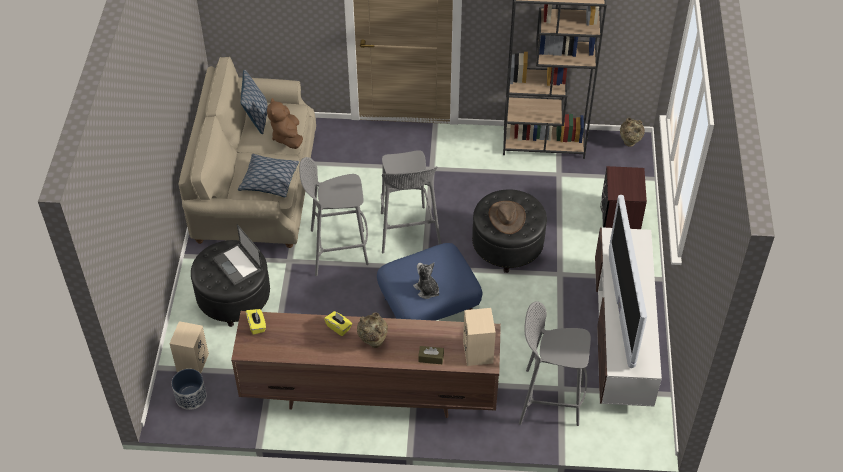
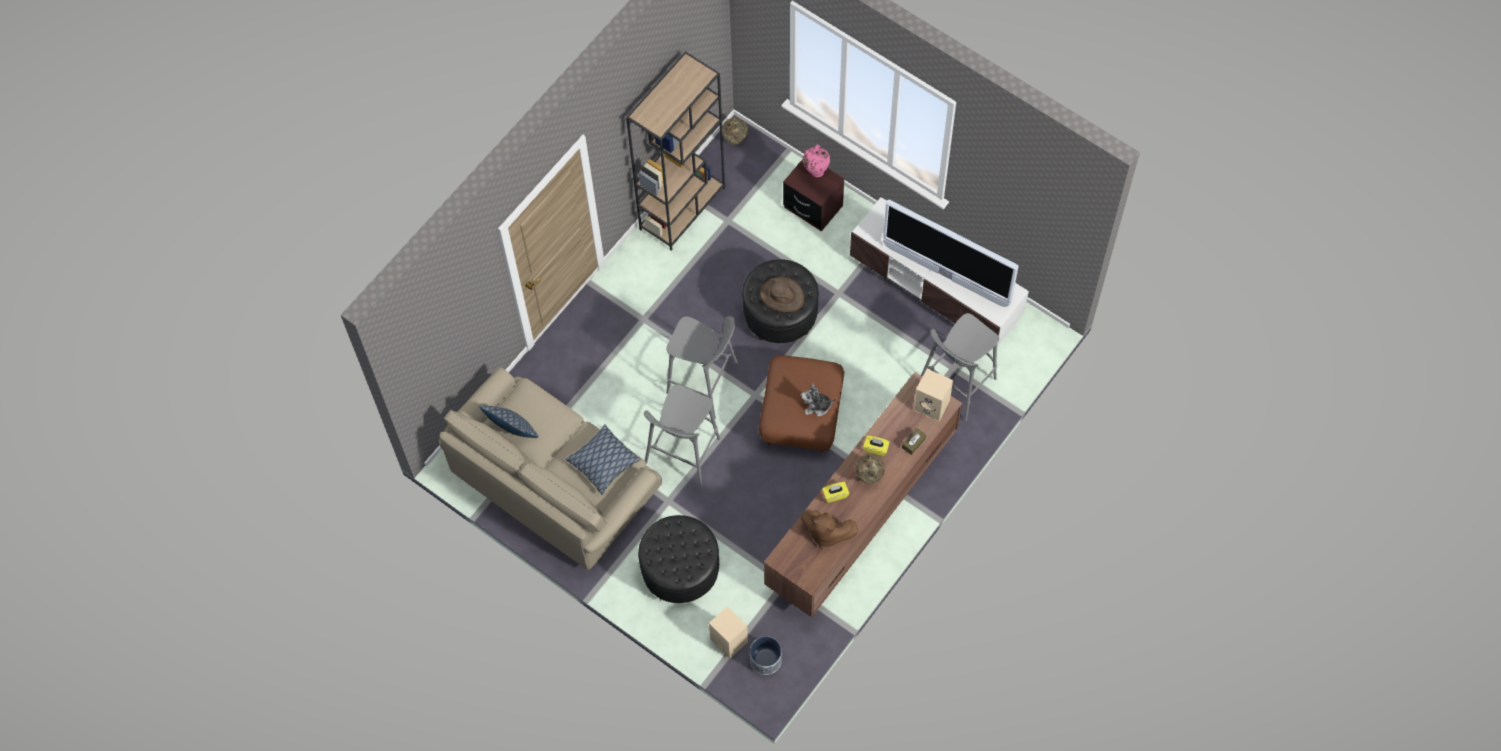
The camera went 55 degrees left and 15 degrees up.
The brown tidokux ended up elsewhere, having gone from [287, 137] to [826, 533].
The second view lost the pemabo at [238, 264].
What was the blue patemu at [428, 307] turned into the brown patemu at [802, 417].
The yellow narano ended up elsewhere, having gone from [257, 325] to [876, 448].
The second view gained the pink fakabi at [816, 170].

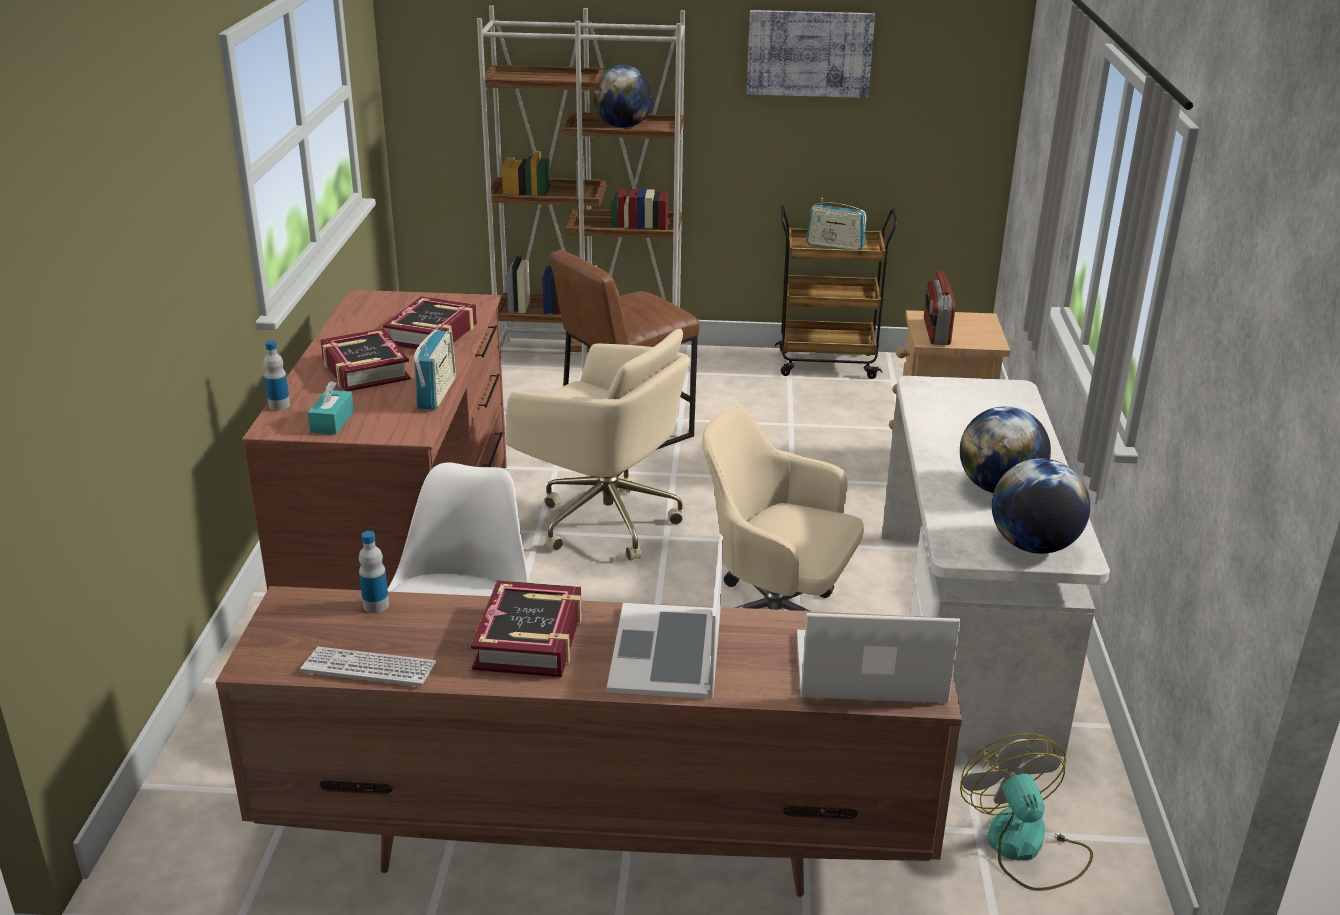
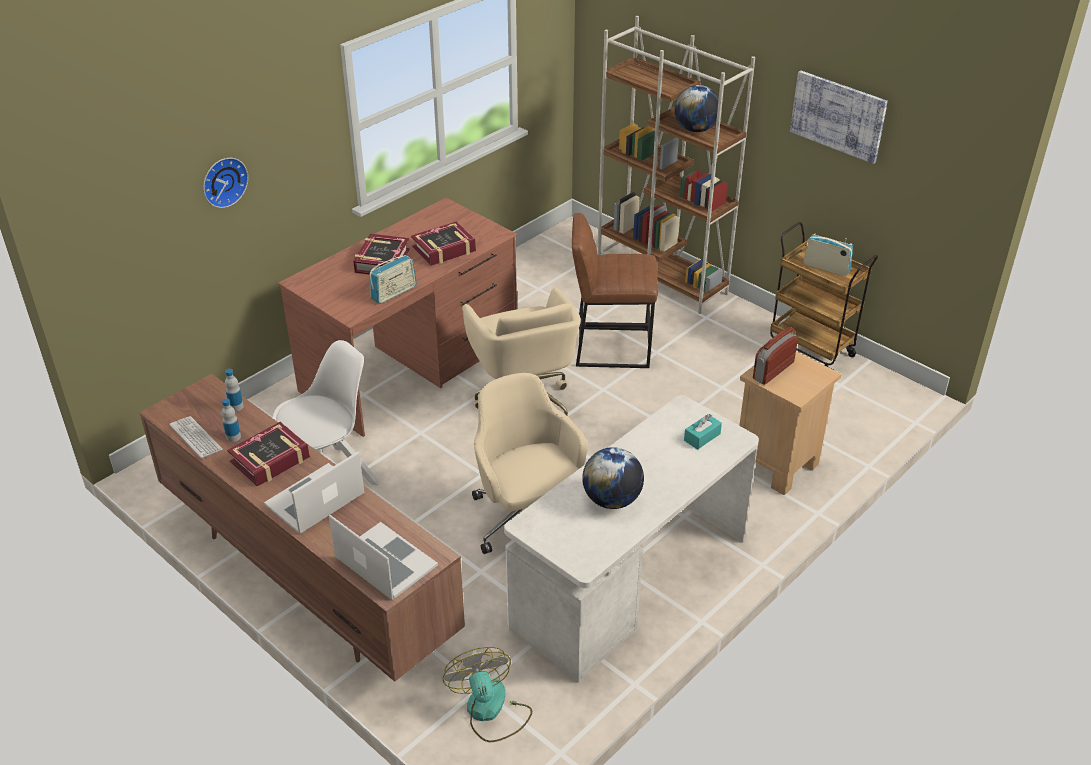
The camera went 40 degrees right and 10 degrees up.
The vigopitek at [835, 246] ended up facing another way, 150 degrees clockwise from before.
The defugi ended up elsewhere, having gone from [279, 405] to [233, 437].
The turquoise narano ended up elsewhere, having gone from [332, 421] to [702, 437].
The second view lost the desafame at [1034, 546].
The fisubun at [1025, 847] ended up facing another way, 45 degrees counterclockwise from before.
The second view gained the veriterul at [223, 181].

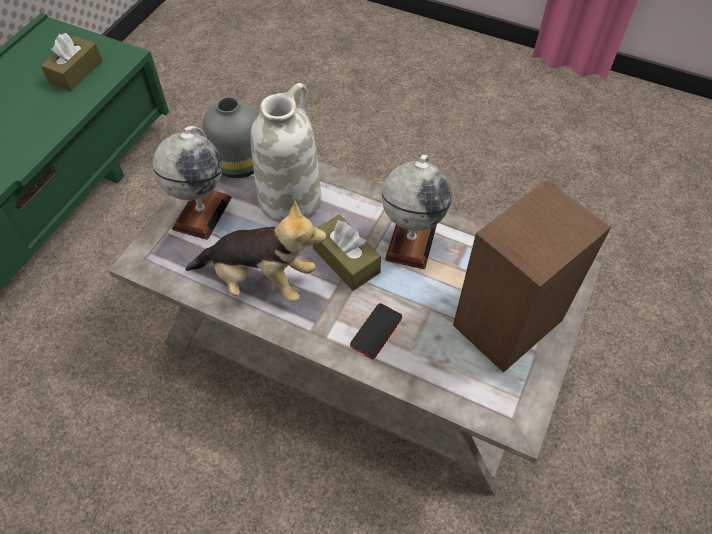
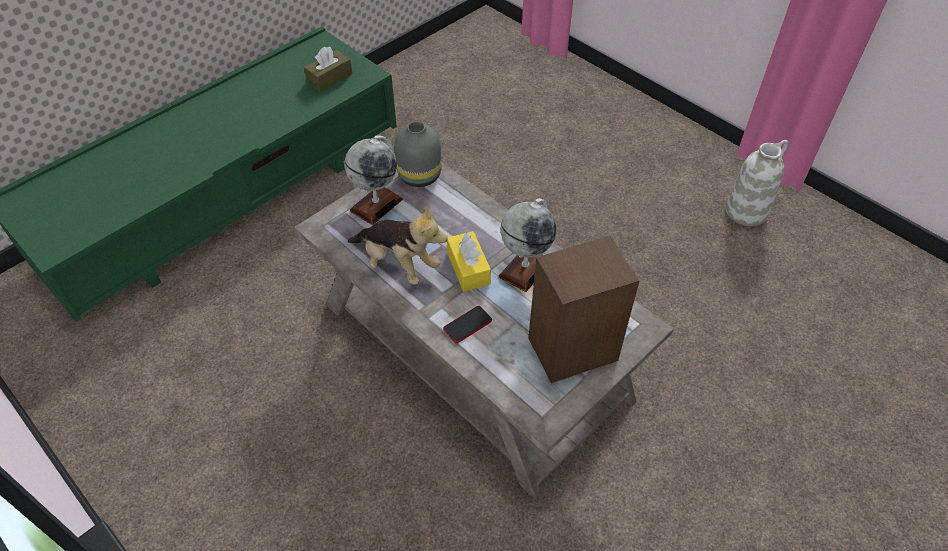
The camera went 20 degrees right and 5 degrees down.
The white fakabi ended up elsewhere, having gone from [290, 198] to [746, 211].
What was the brown narano at [346, 260] turned into the yellow narano at [468, 268].

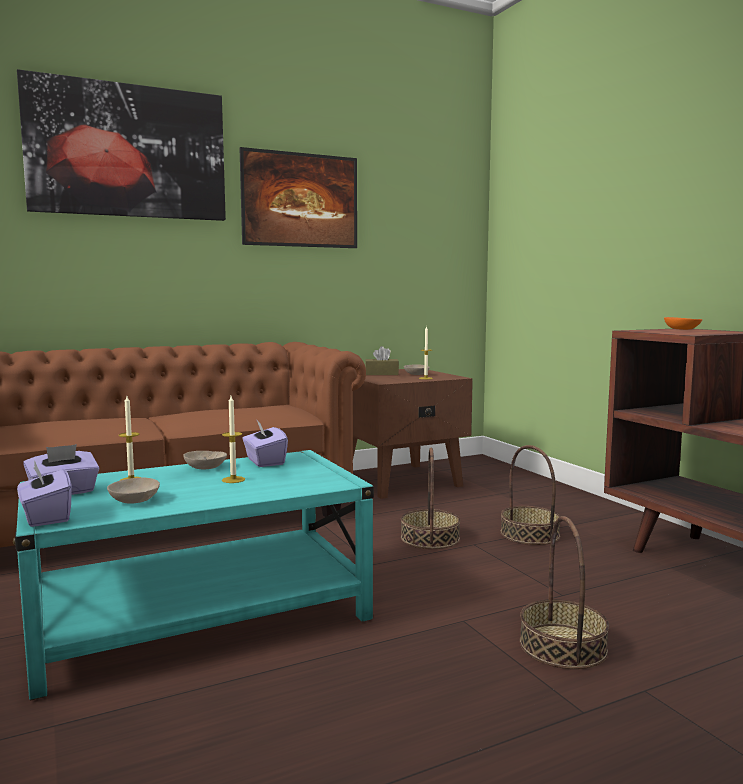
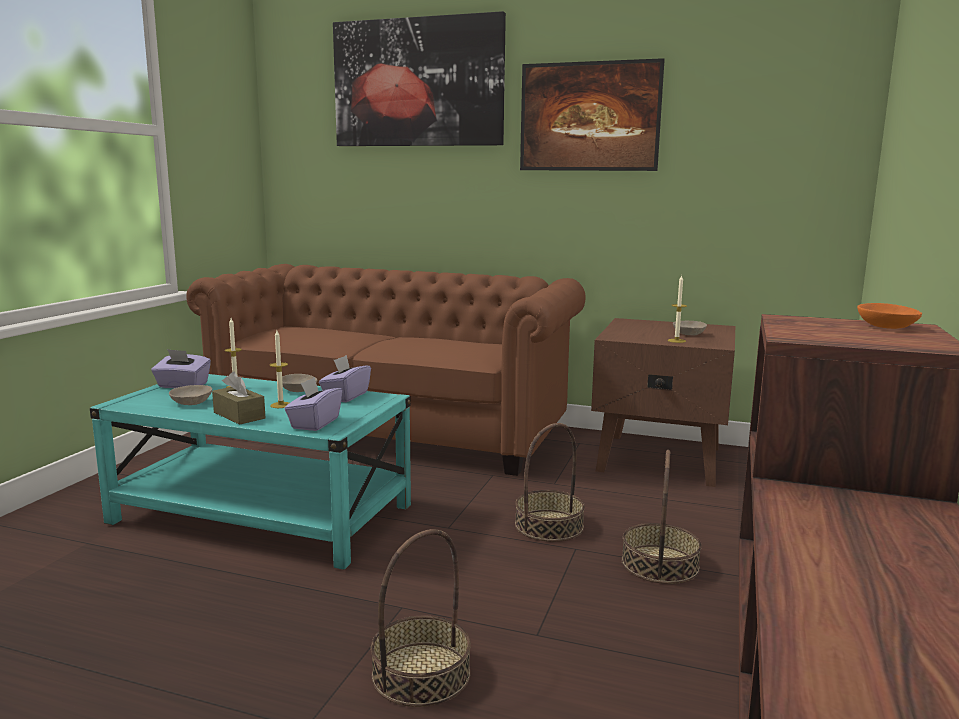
The camera went 45 degrees right and 5 degrees up.
The brown narano ended up elsewhere, having gone from [381, 374] to [239, 415].
The purple narano ended up elsewhere, having gone from [46, 517] to [314, 423].

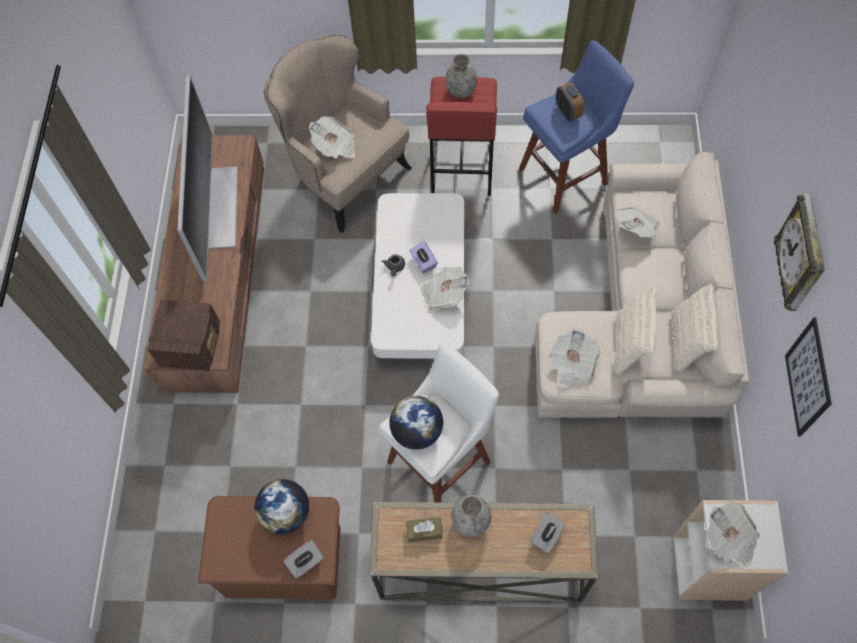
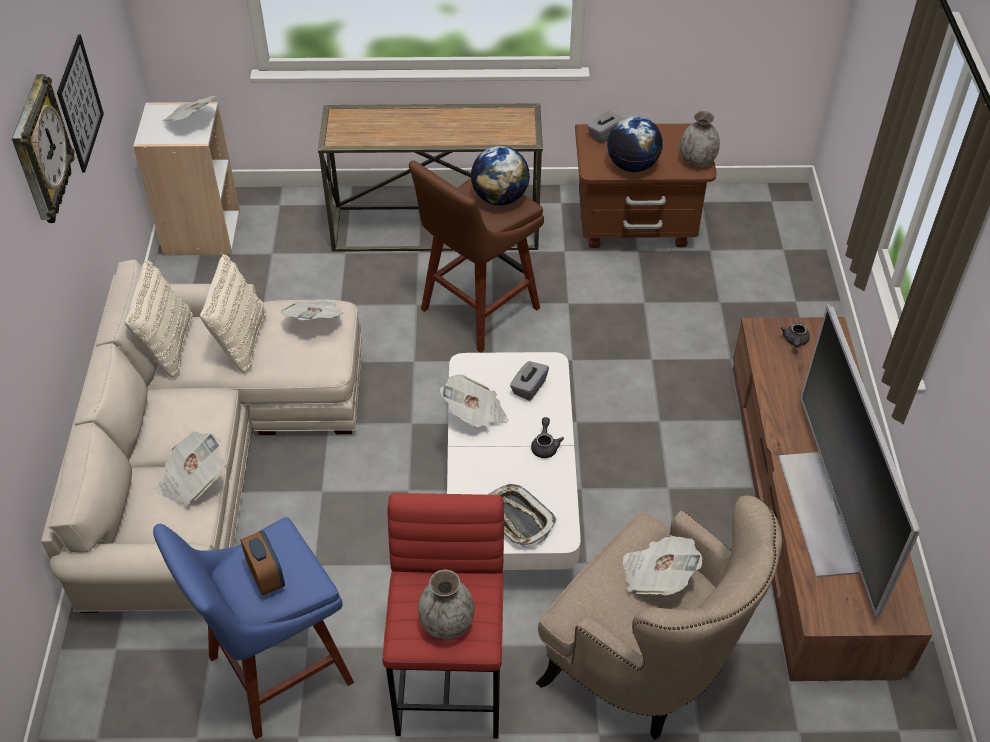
The camera went 175 degrees right and 15 degrees down.
The second view lost the purple narano at [423, 262].
Where the vigopitek stood at [191, 344], the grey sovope came to stand at [795, 341].
What was the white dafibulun at [441, 460] turned into the brown dafibulun at [477, 310].
The grey fakabi ended up elsewhere, having gone from [471, 521] to [696, 161].
The grey narano ended up elsewhere, having gone from [546, 536] to [528, 387].
The second view lost the brown narano at [424, 531].
The second view gained the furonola at [516, 519].

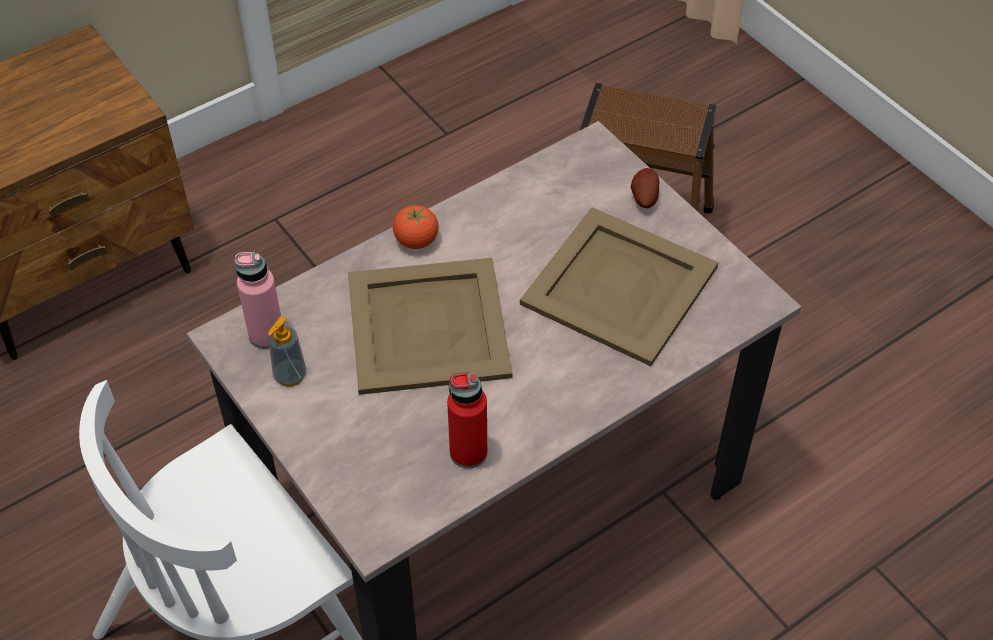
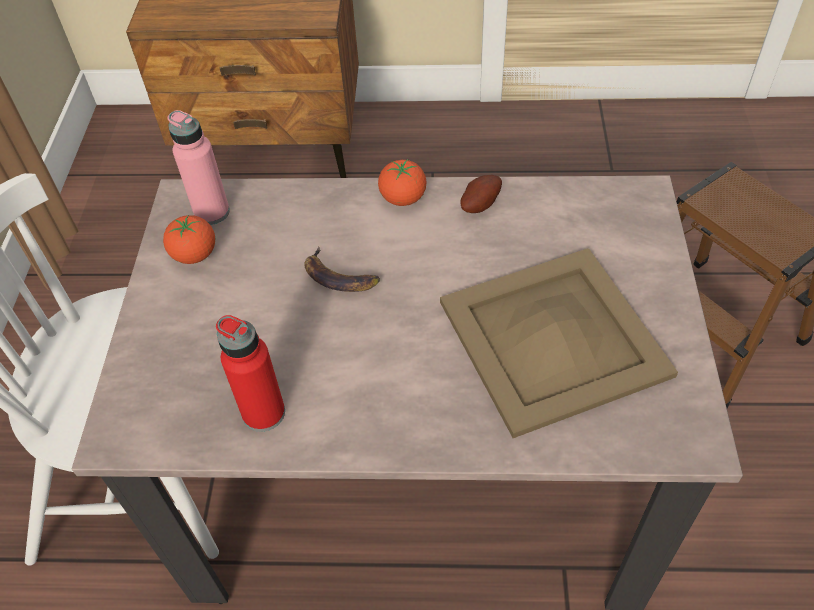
The camera went 40 degrees right and 0 degrees up.
The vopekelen ended up elsewhere, having gone from [643, 197] to [479, 204].
Where the beige furonola stood at [426, 327], the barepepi came to stand at [339, 276].
Where the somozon stood at [290, 376], the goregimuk came to stand at [195, 255].

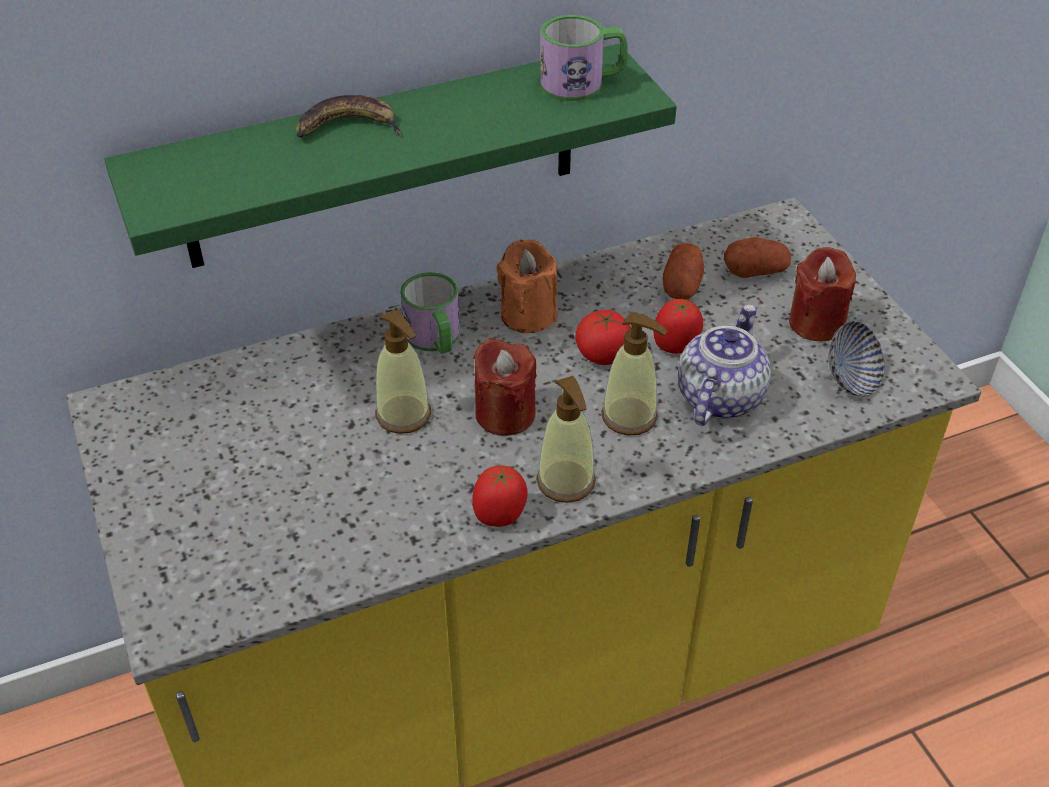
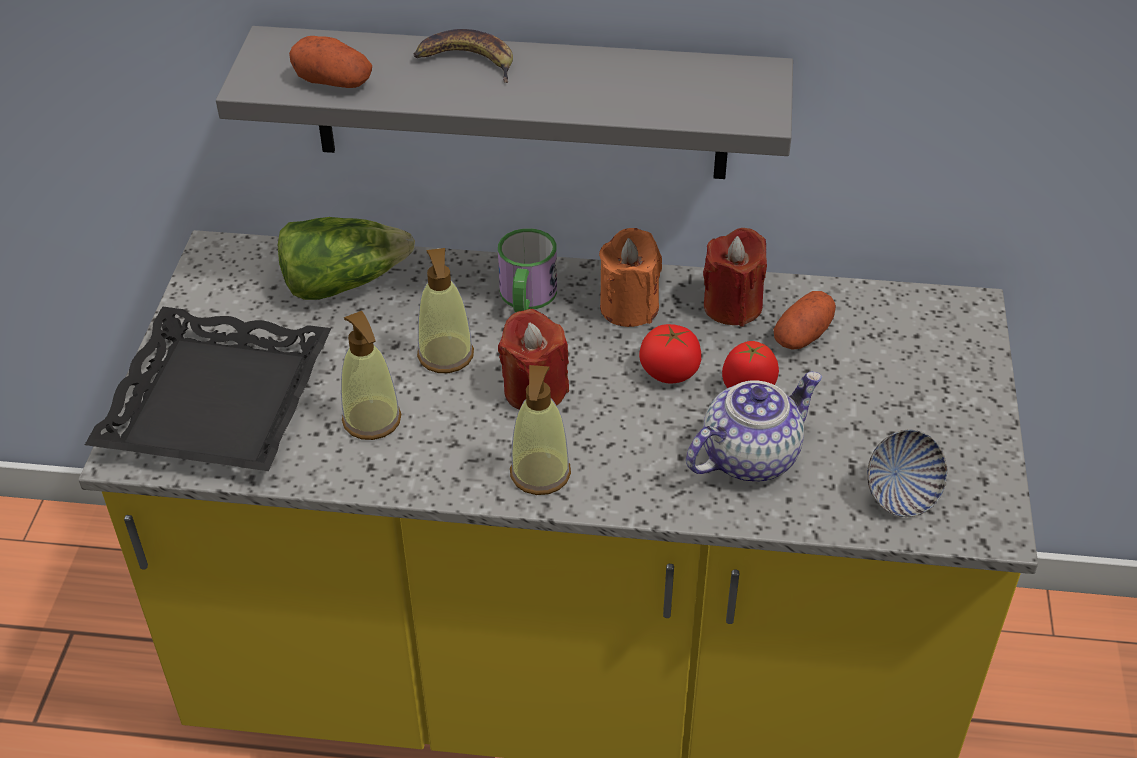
The camera went 30 degrees right and 0 degrees up.
The second view lost the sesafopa at [582, 83].
What was the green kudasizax at [382, 158] turned into the grey kudasizax at [520, 103].
The vopekelen ended up elsewhere, having gone from [755, 271] to [333, 81].
The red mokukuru ended up elsewhere, having gone from [816, 323] to [732, 306].
The somozon ended up elsewhere, having gone from [629, 416] to [372, 420].
The second view lost the goregimuk at [500, 516].
The second view gained the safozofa at [343, 282].
The second view gained the black furonola at [218, 403].

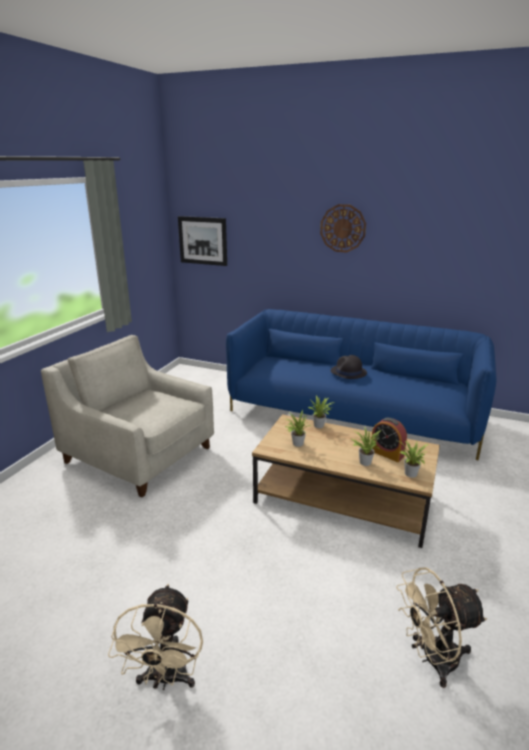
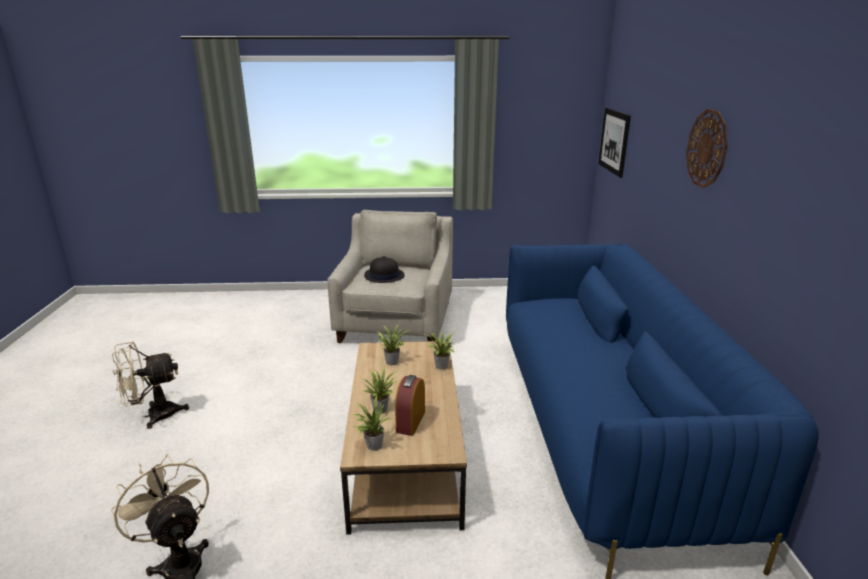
The camera went 65 degrees right and 0 degrees up.
The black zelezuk ended up elsewhere, having gone from [348, 372] to [384, 276].

